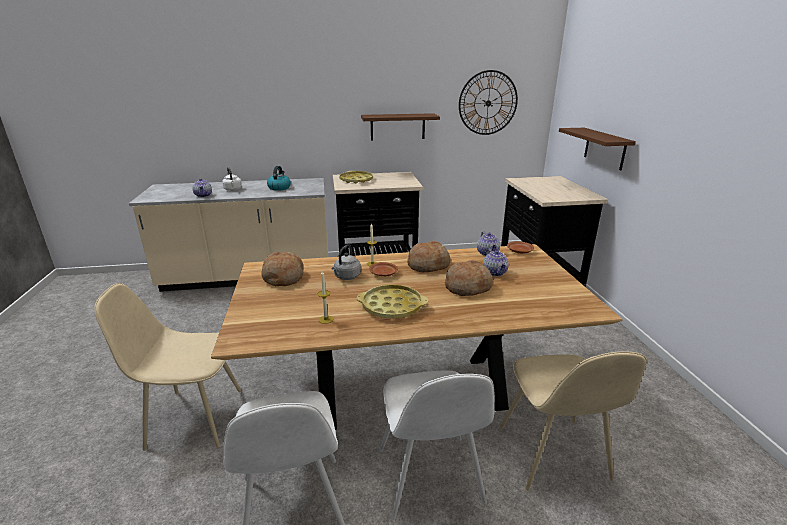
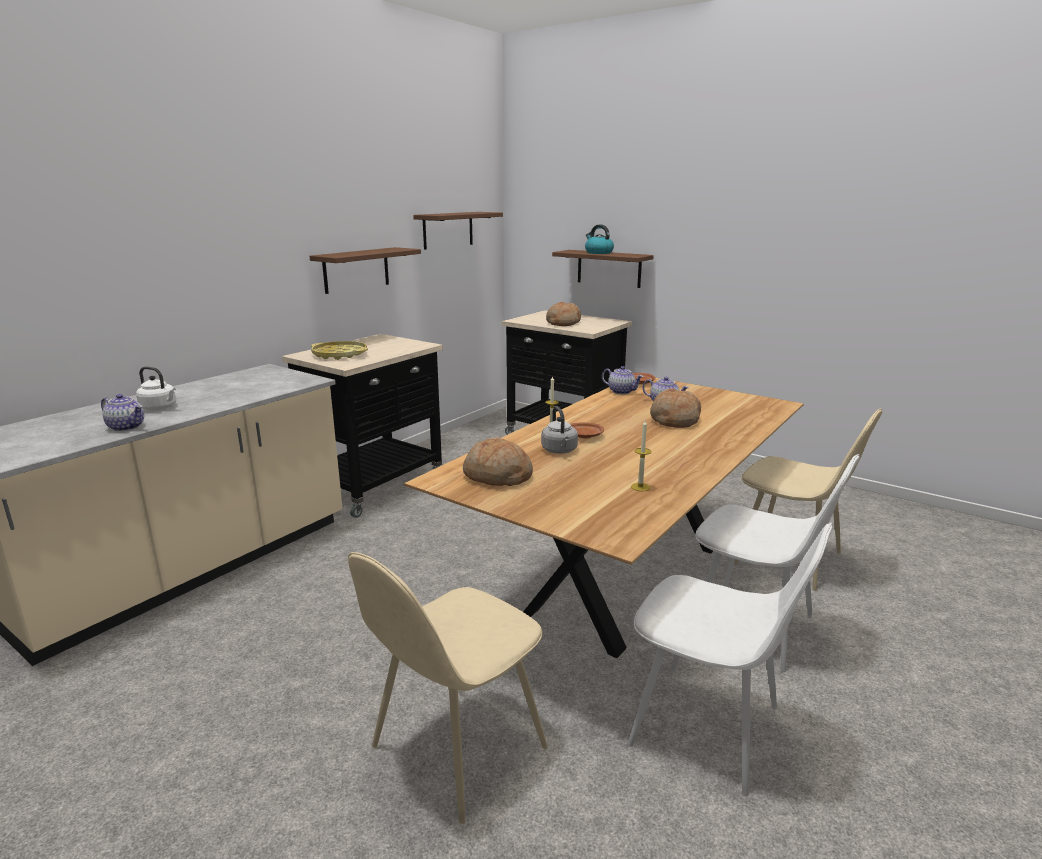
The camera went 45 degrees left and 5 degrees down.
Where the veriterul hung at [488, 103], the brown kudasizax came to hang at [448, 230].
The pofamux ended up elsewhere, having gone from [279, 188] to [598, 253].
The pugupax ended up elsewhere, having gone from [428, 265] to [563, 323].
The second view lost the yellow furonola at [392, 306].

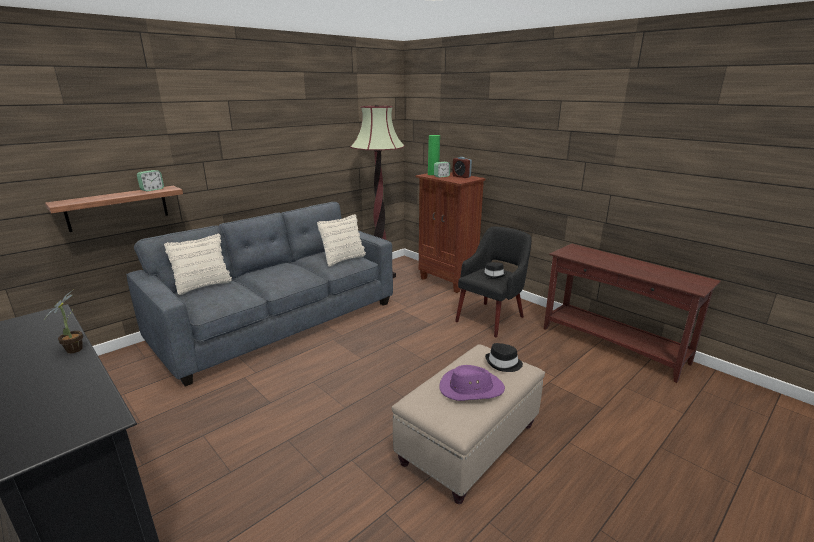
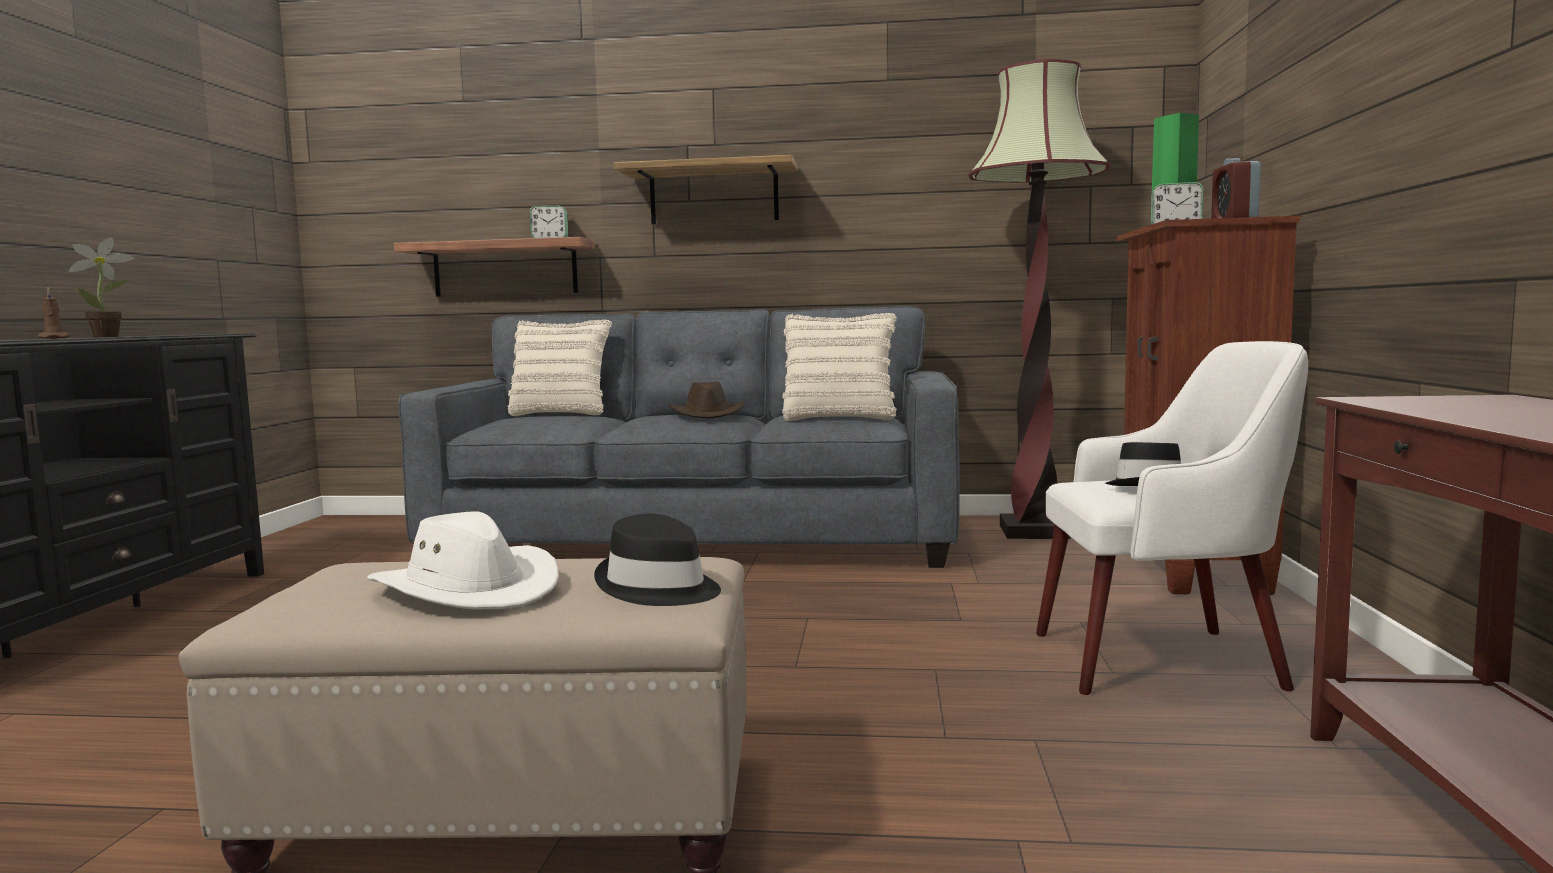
The camera went 50 degrees right and 15 degrees down.
What was the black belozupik at [491, 318] turned into the white belozupik at [1162, 660].
What was the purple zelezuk at [471, 388] turned into the white zelezuk at [469, 590].
The second view gained the kudasizax at [714, 195].
The second view gained the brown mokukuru at [54, 338].
The second view gained the brown zelezuk at [708, 415].

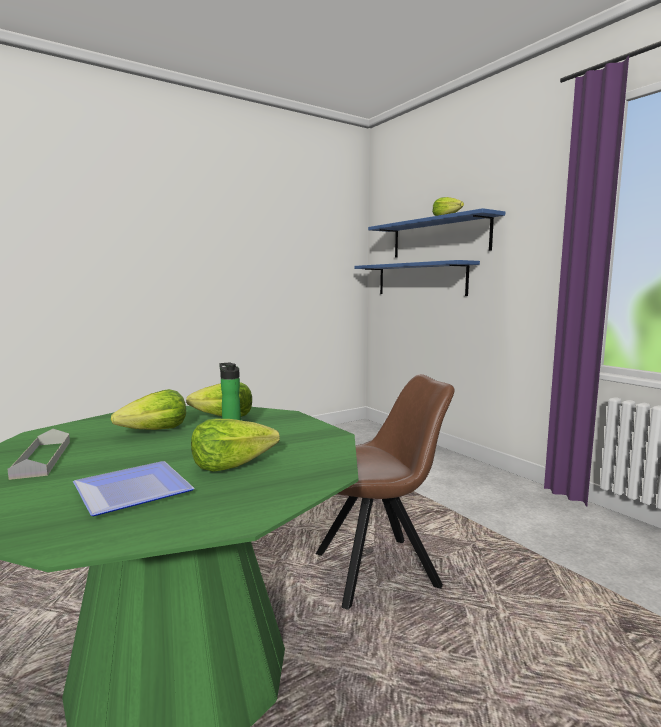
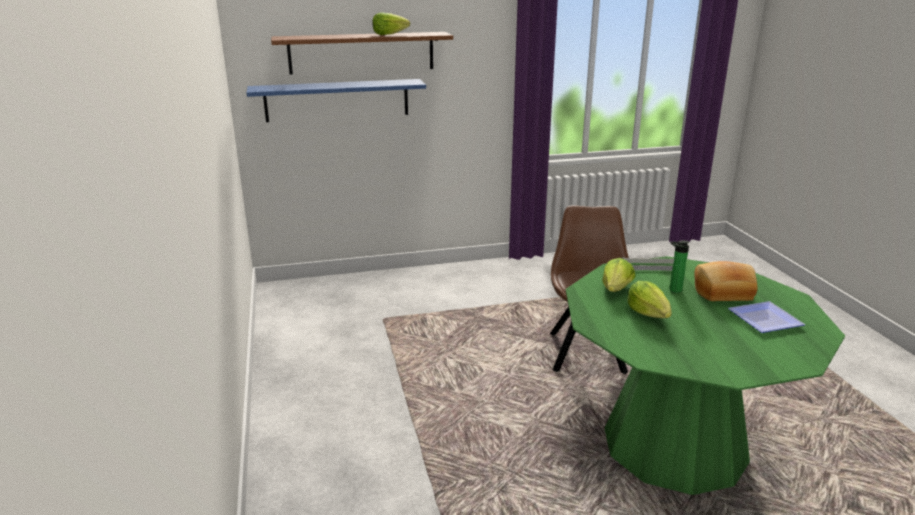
The camera went 70 degrees left and 15 degrees up.
What was the blue kudasizax at [439, 237] turned into the brown kudasizax at [361, 52].
Where the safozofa stood at [232, 465], the pugupax came to stand at [723, 293].
The grey furonola ended up elsewhere, having gone from [42, 459] to [650, 266].

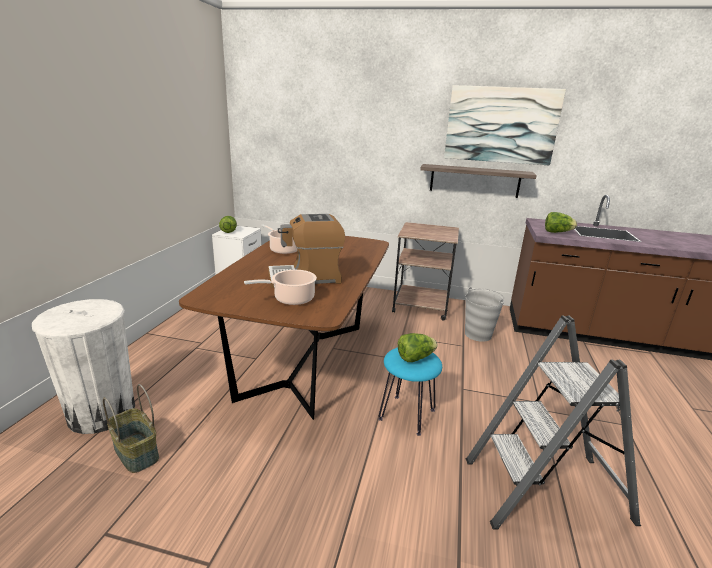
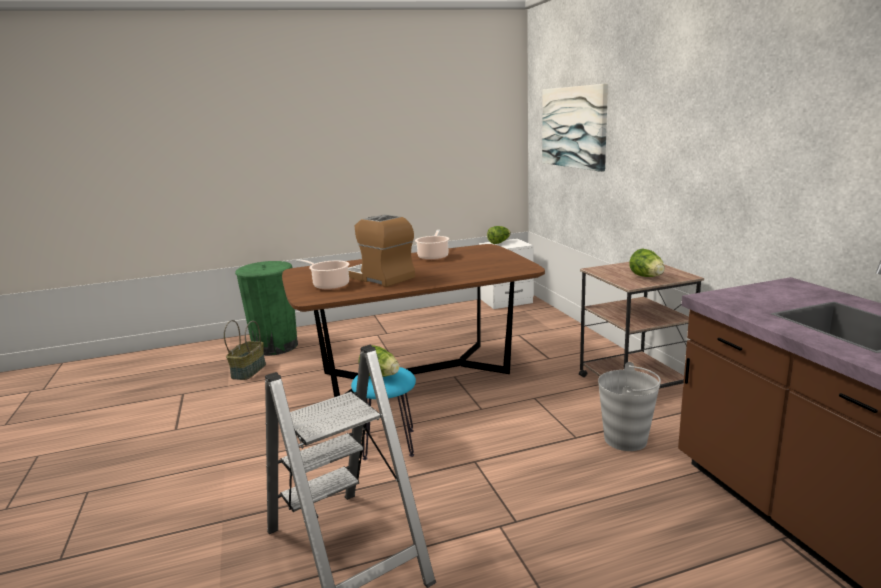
The camera went 60 degrees right and 5 degrees down.
The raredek ended up elsewhere, having gone from [501, 125] to [573, 127].
The second view lost the kudasizax at [474, 181].
The safozofa ended up elsewhere, having gone from [557, 232] to [647, 277].
What was the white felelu at [102, 412] turned into the green felelu at [275, 346].

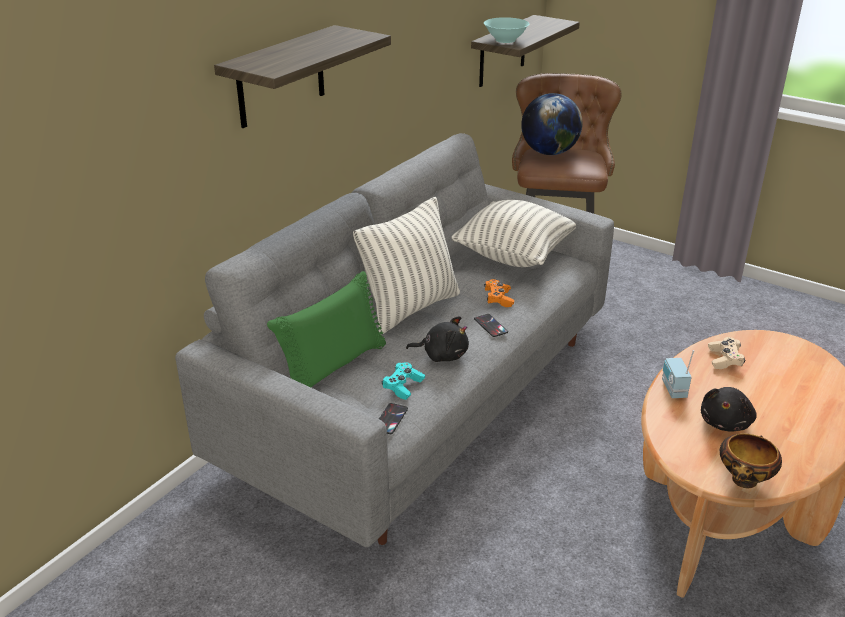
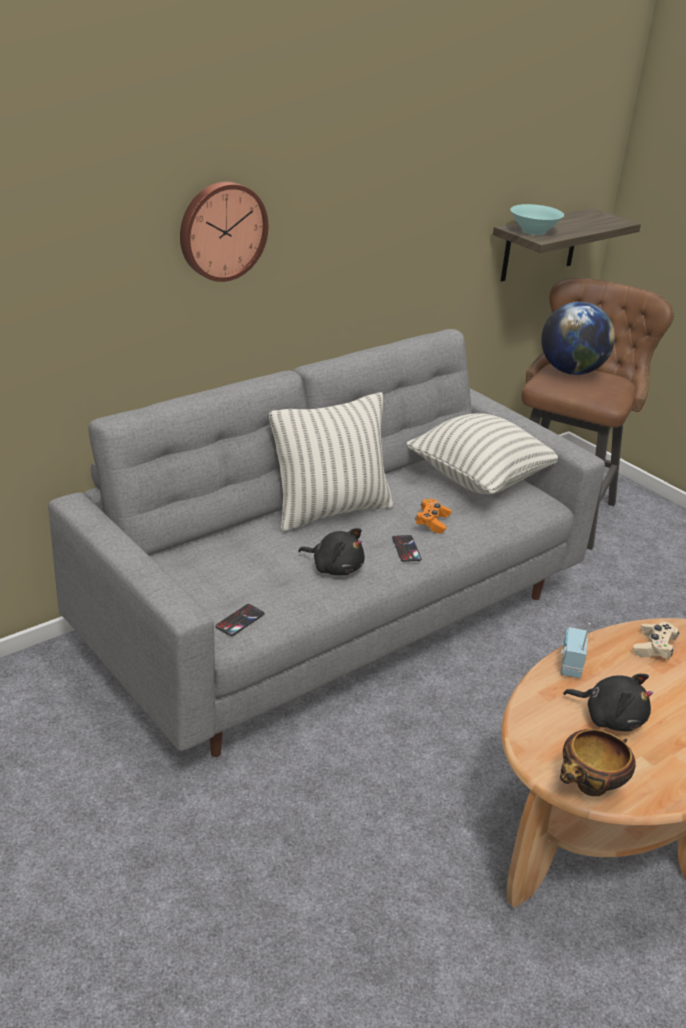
The camera went 15 degrees right and 0 degrees up.
Where the kudasizax hung at [281, 77], the veriterul came to hang at [221, 230].
The second view lost the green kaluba at [333, 367].
The second view lost the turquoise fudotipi at [403, 386].
The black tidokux at [725, 422] ended up facing another way, 105 degrees counterclockwise from before.

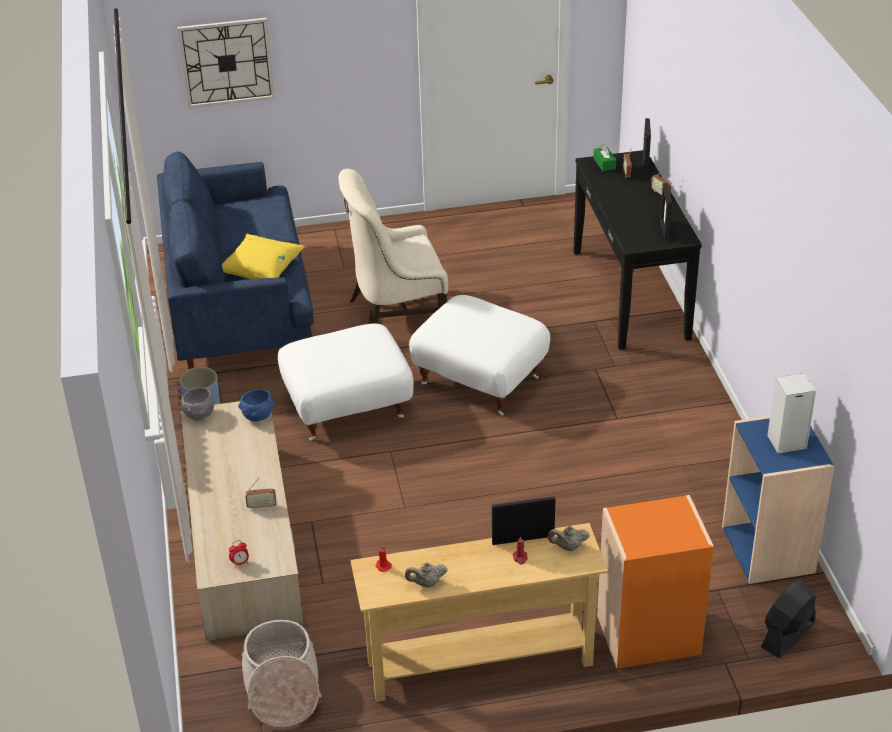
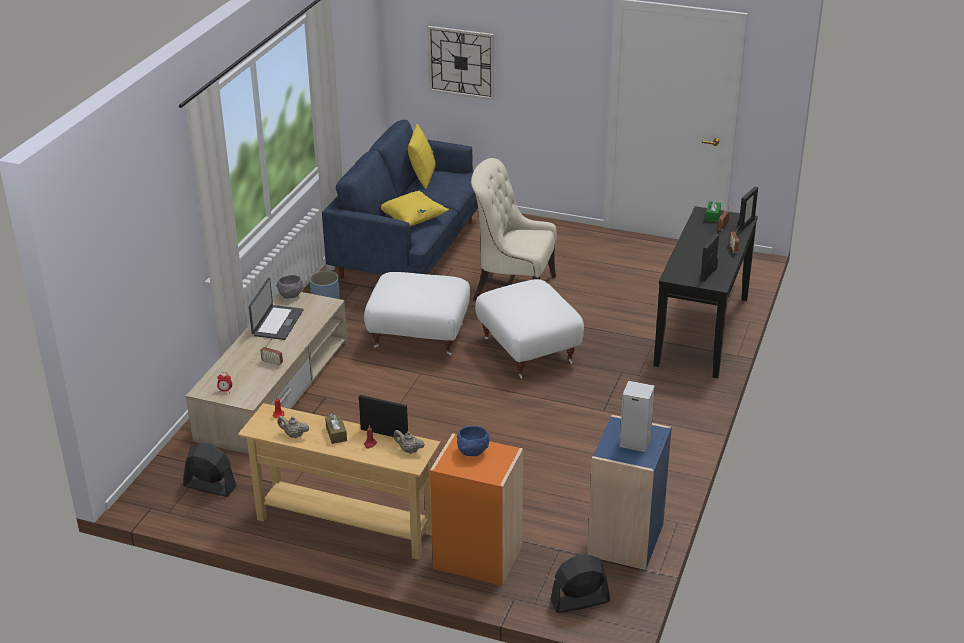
The camera went 30 degrees right and 5 degrees down.
The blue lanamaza ended up elsewhere, having gone from [258, 416] to [473, 452].
Where the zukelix stood at [282, 686], the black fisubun came to stand at [209, 486].
The second view gained the yellow kaluba at [422, 178].
The second view gained the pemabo at [277, 323].
The second view gained the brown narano at [336, 434].

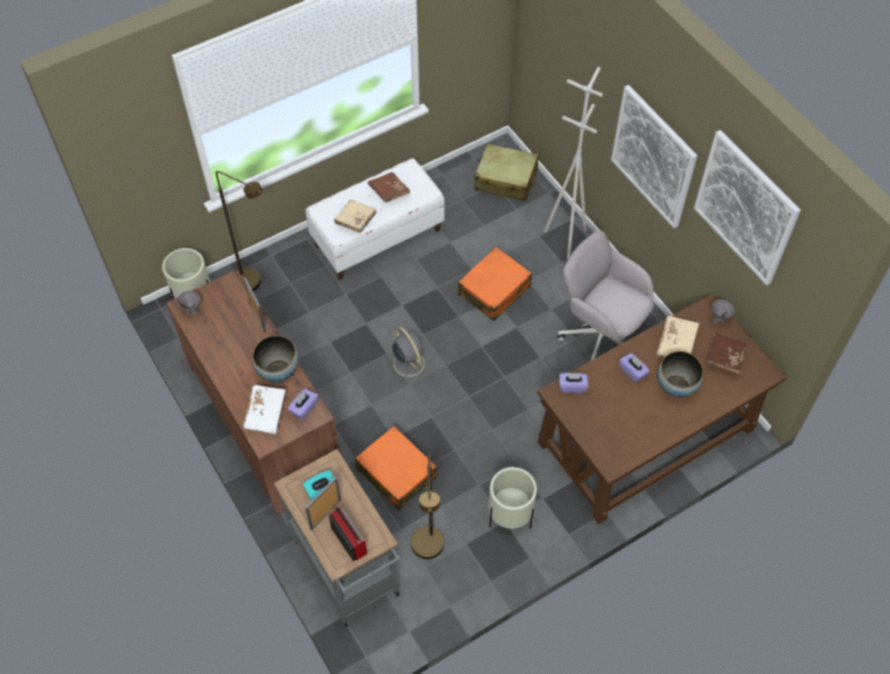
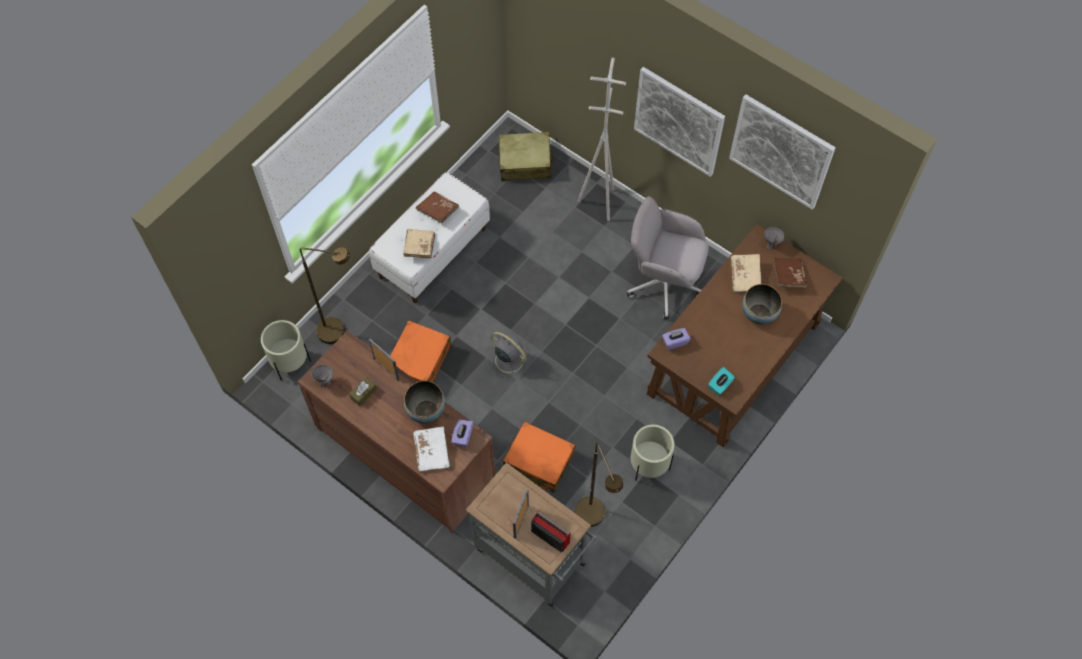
The camera went 20 degrees left and 5 degrees up.
The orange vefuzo ended up elsewhere, having gone from [494, 290] to [419, 360].
The second view lost the purple narano at [632, 372].
The turquoise narano ended up elsewhere, having gone from [321, 490] to [720, 385].
The second view gained the brown narano at [363, 393].

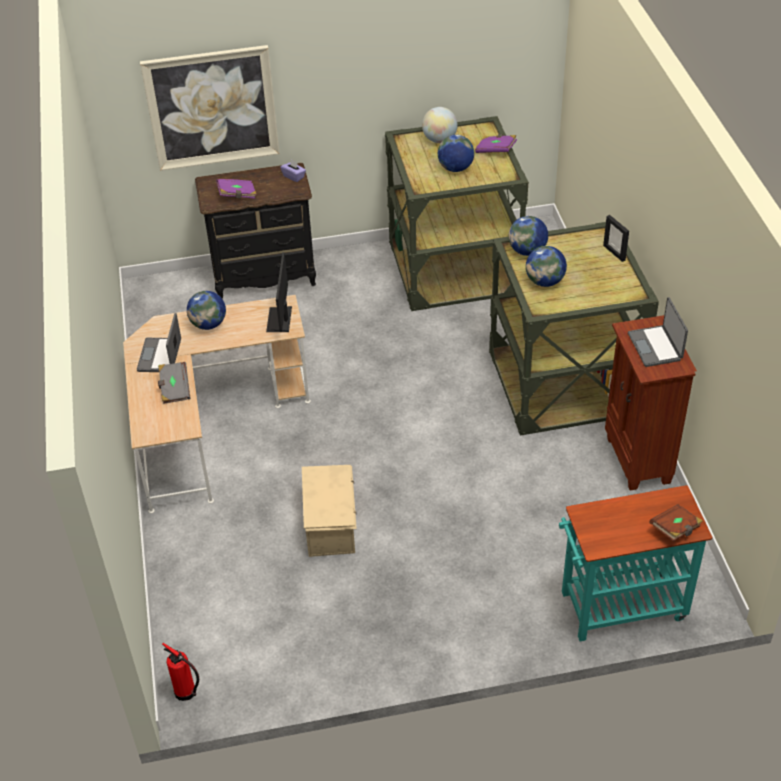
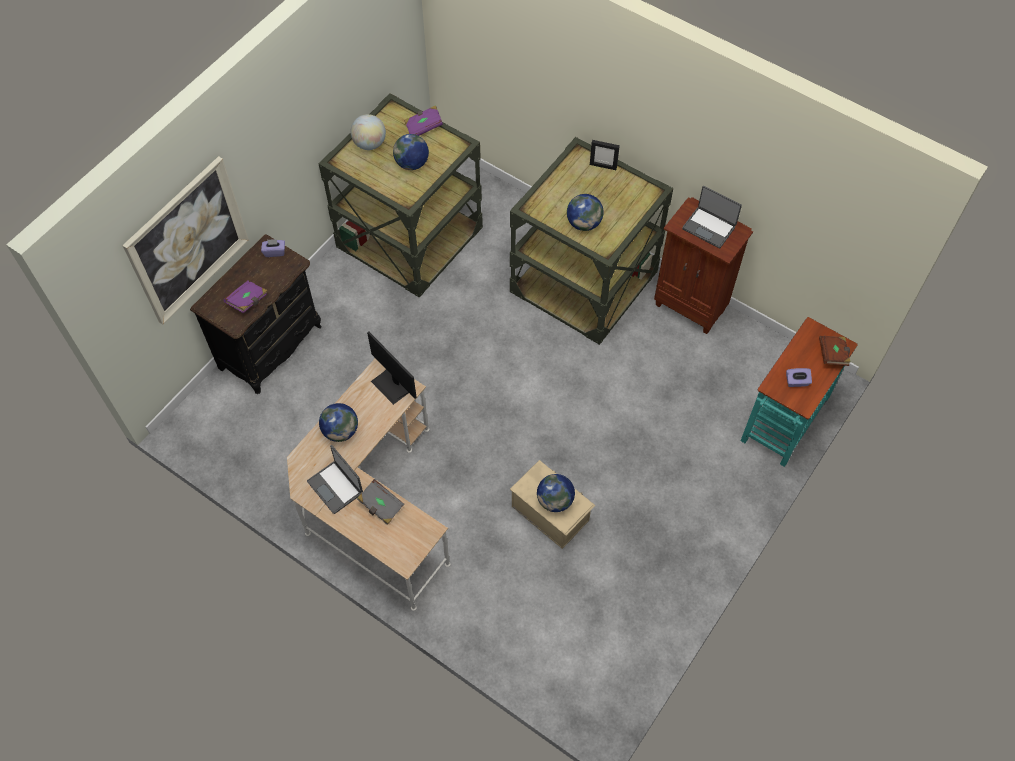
The camera went 45 degrees left and 15 degrees up.
The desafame ended up elsewhere, having gone from [527, 251] to [555, 500].
The second view lost the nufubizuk at [186, 693].
The second view gained the purple narano at [796, 382].

